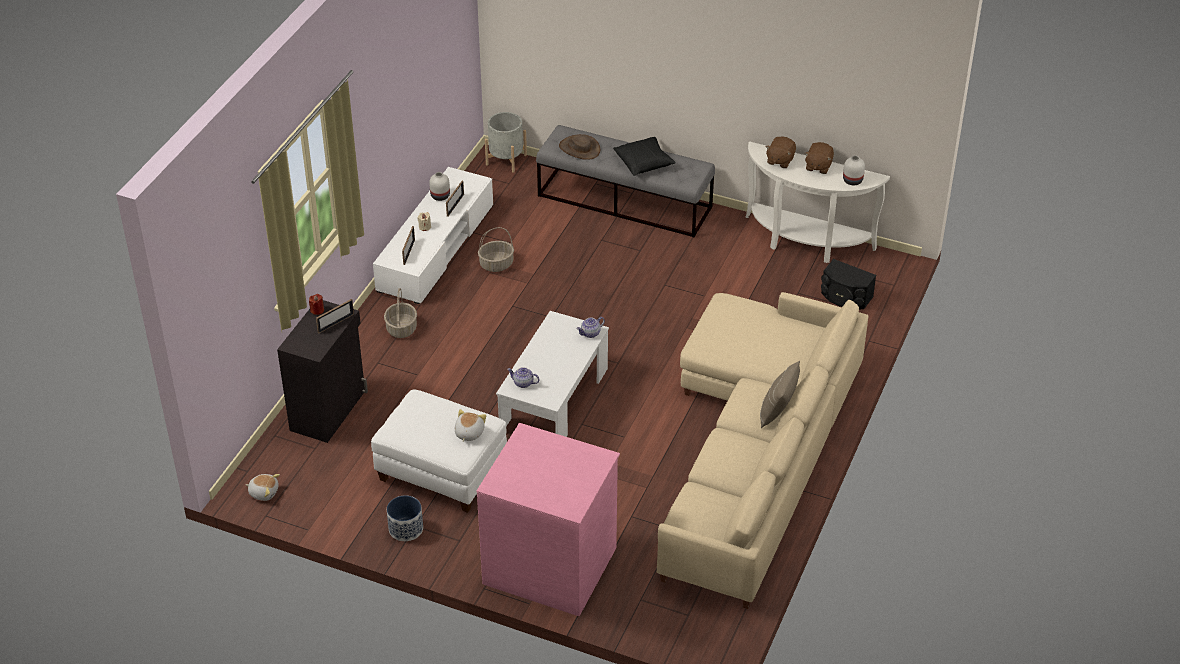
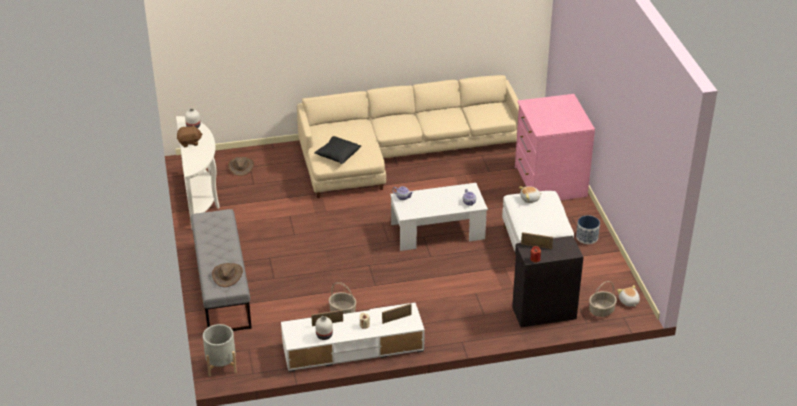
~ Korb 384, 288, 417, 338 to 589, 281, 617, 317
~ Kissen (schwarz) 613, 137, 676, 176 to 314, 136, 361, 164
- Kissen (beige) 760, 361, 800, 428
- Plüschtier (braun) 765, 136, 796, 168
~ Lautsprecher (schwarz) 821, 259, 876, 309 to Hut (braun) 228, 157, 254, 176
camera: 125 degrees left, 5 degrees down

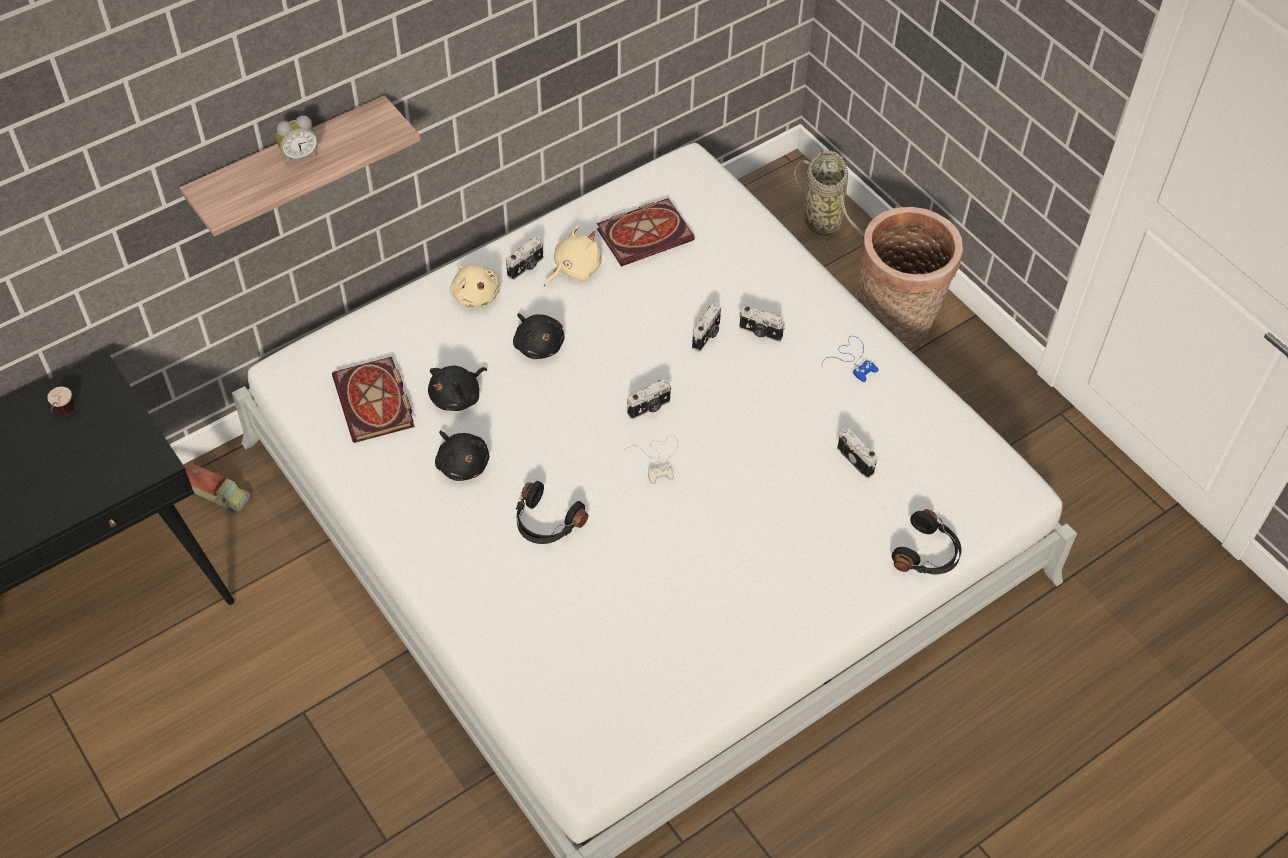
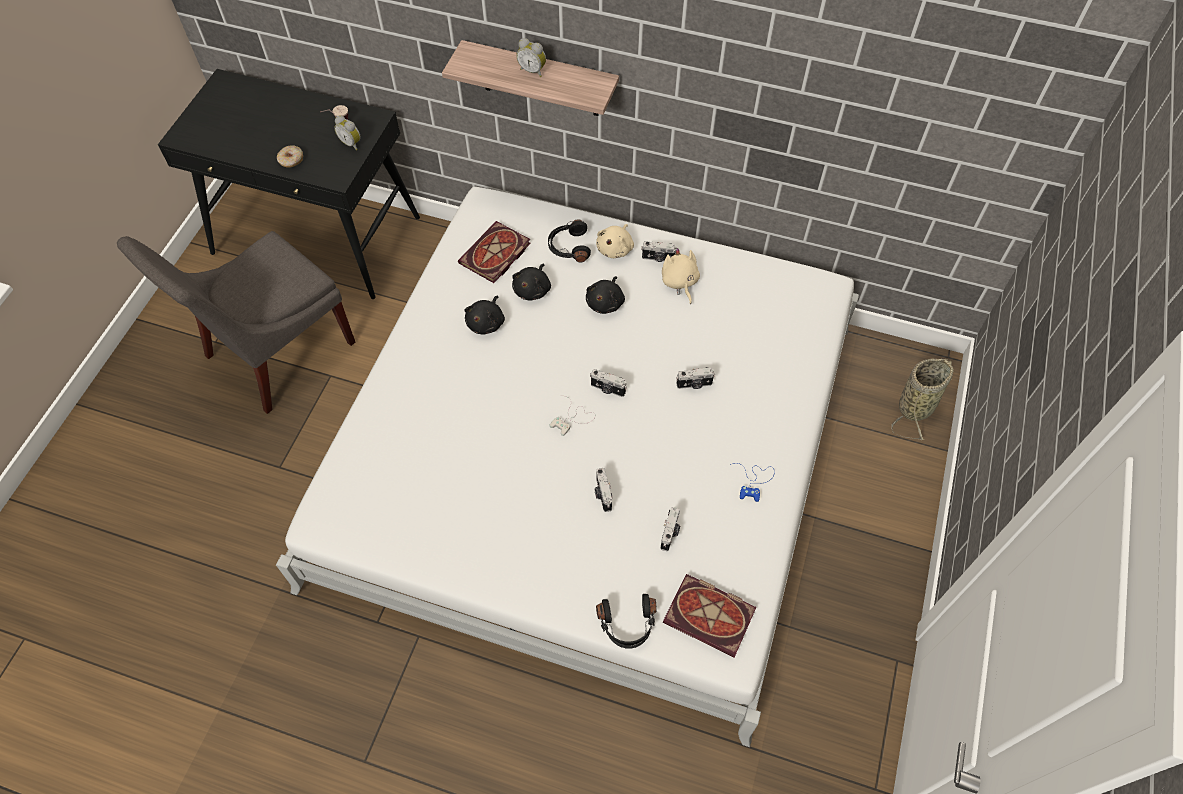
- Spielzeuglaster 187, 464, 251, 513
~ Plüschtier (schwarz) 428, 366, 487, 411 = 512, 264, 551, 301 75 degrees counterclockwise
~ Kopfhörer (schwarz) 516, 481, 588, 544 to 548, 219, 591, 262
~ Plüschtier (beige) 544, 225, 602, 286 = 662, 248, 700, 304 120 degrees counterclockwise
~ Buch 597, 198, 695, 267 to 663, 574, 756, 657
~ Kamera 739, 306, 785, 342 to 595, 468, 613, 512
- Korb 858, 207, 963, 352
+ Stuhl (grau) 117, 231, 355, 414
+ Donut 277, 146, 303, 168
+ Wecker 334, 115, 361, 150
camera: 55 degrees right, 5 degrees up

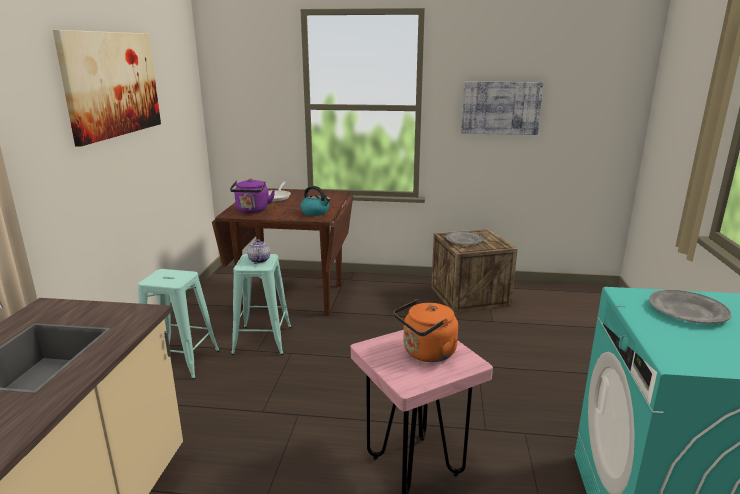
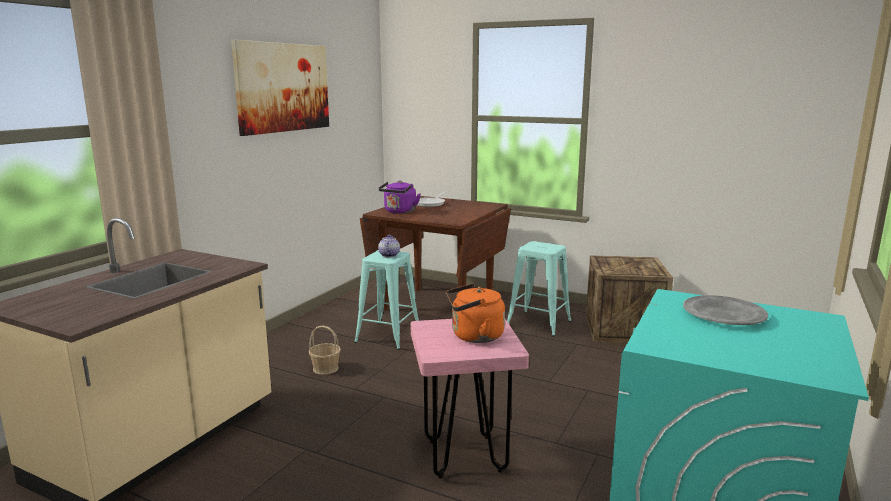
~ Hocker (türkis) 138, 269, 220, 379 to 507, 241, 571, 336
- Wasserkessel 301, 186, 331, 216
- Teller (grau) 446, 232, 483, 245
- Bild 461, 82, 543, 135
+ Korb 309, 326, 341, 375
camera: 20 degrees right, 5 degrees down

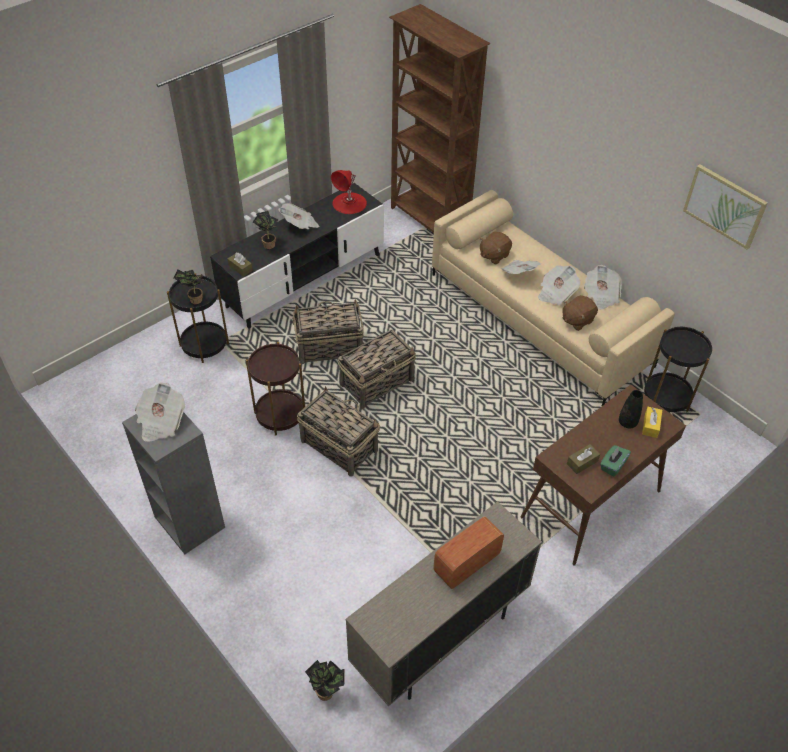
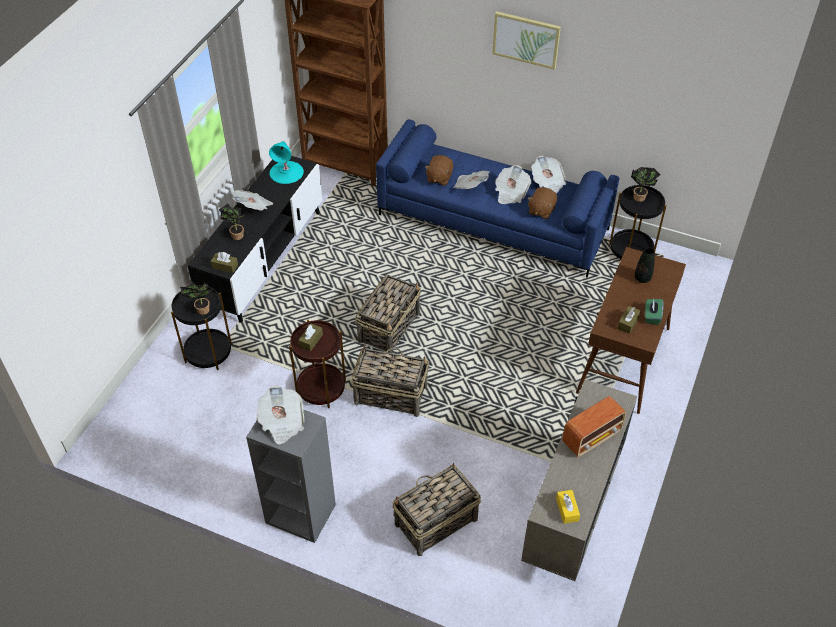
~ Korb 292, 299, 364, 364 to 392, 463, 481, 556
~ Topfpflanze 305, 660, 345, 701 to 631, 167, 660, 202
~ Tischlampe (rot) 331, 170, 367, 214 to Tischlampe (türkis) 269, 141, 304, 184
~ Sofa (beige) 432, 190, 675, 406 to Sofa (blau) 376, 119, 619, 278
~ Radio 433, 517, 504, 589 = 562, 396, 626, 457 150 degrees counterclockwise
~ Taschentuchbox (gelb) 642, 407, 662, 438 to 556, 490, 580, 524
~ Bild 683, 164, 768, 250 to 492, 11, 561, 70
+ Taschentuchbox (braun) 298, 324, 323, 351
camera: 25 degrees left, 0 degrees up

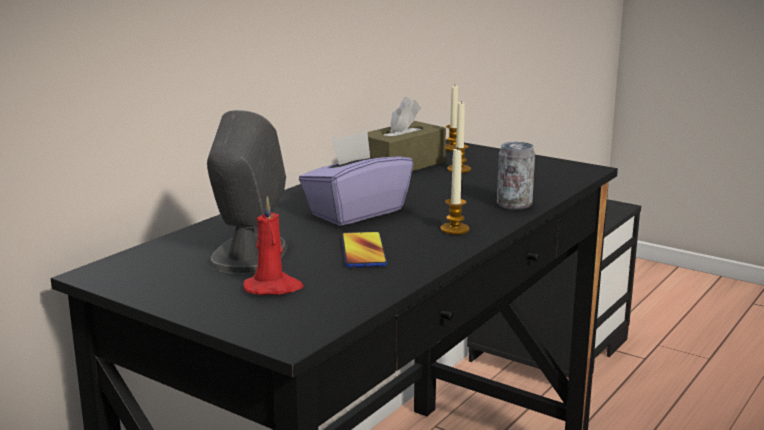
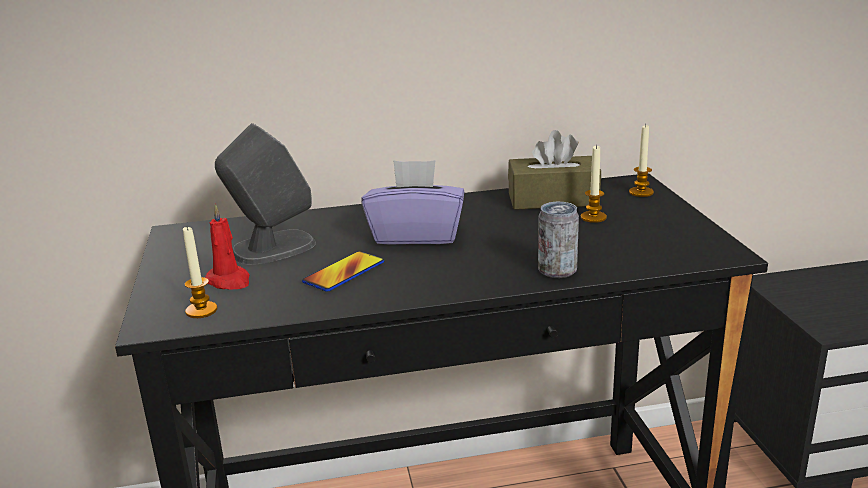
~ Kerze 441, 147, 469, 235 to 183, 227, 217, 318
camera: 45 degrees right, 5 degrees up

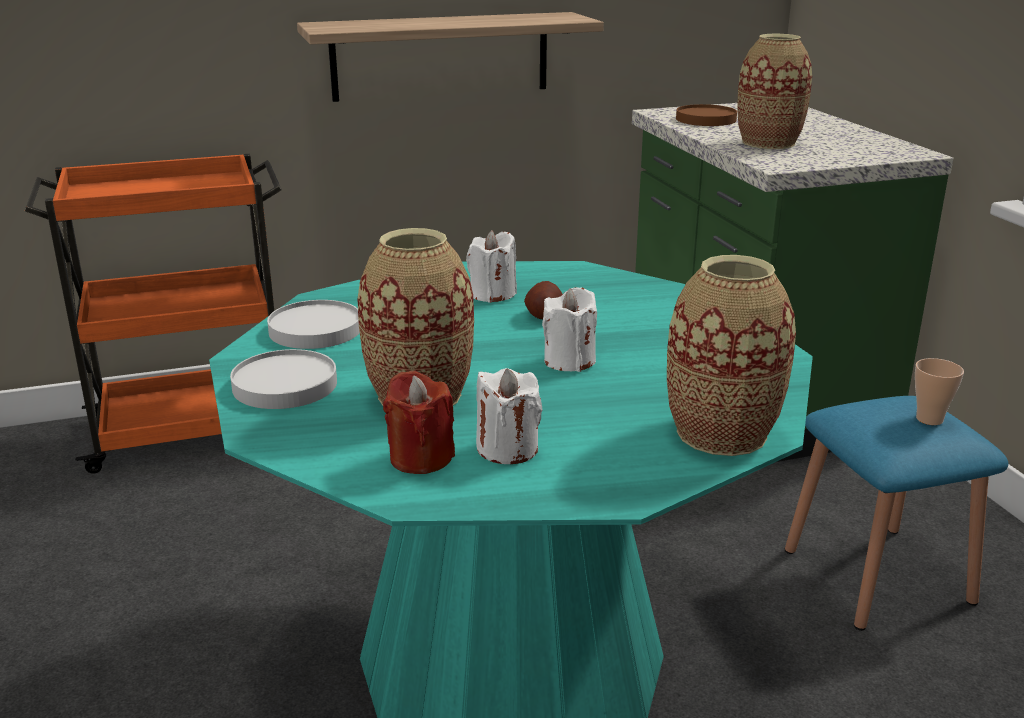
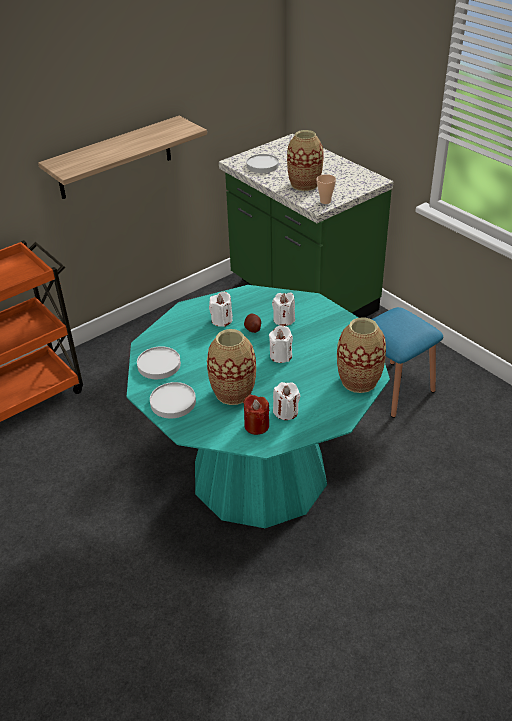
~ Teller (braun) 676, 104, 737, 126 to Teller (weiß) 246, 154, 279, 173
~ Tasse 915, 358, 964, 425 to 317, 174, 336, 204
+ Kerze (weiß) 272, 292, 295, 326
camera: 20 degrees left, 15 degrees up

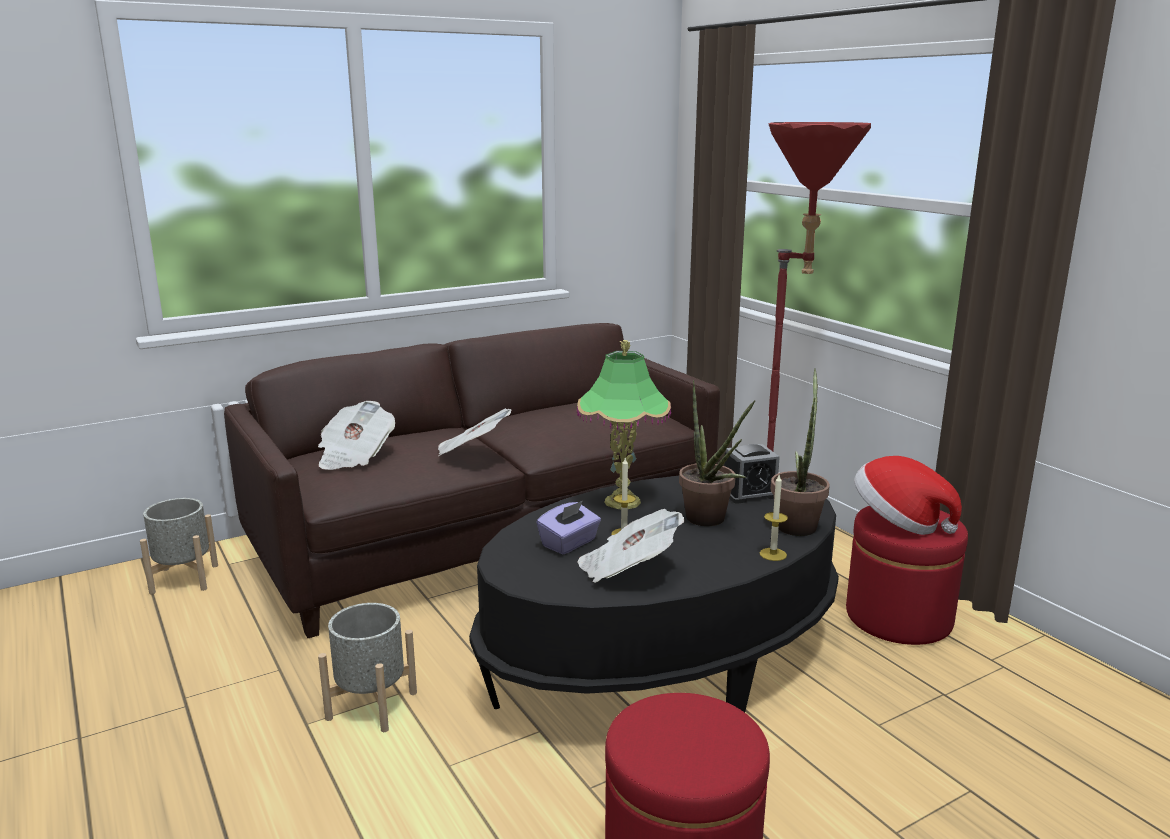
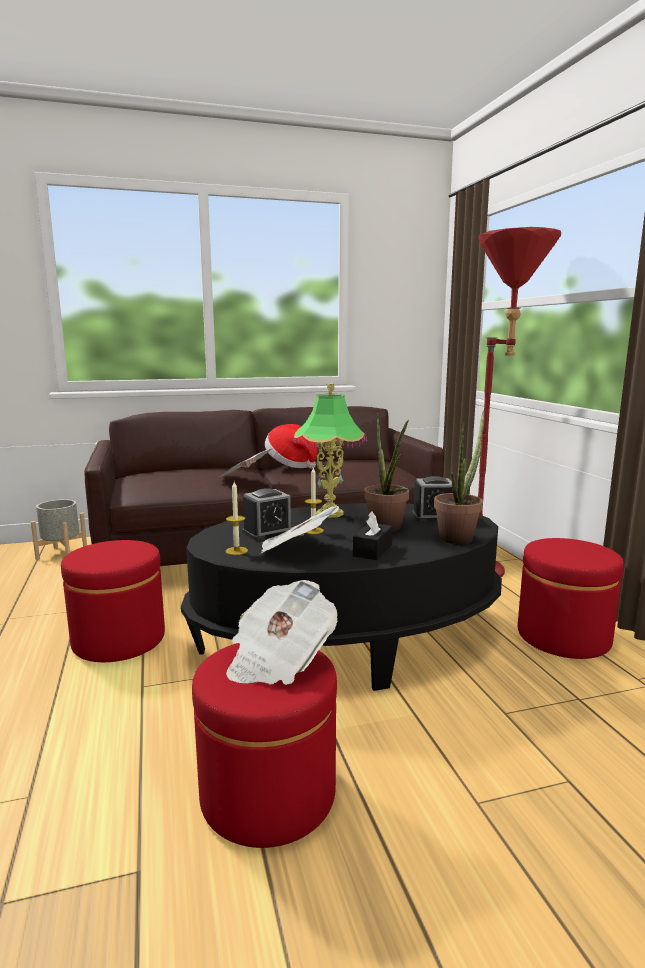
~ Zeitung 318, 401, 395, 470 to 226, 580, 338, 685
~ Pflanzkübel (grau) 318, 603, 417, 732 to Polsterhocker (rot) 61, 540, 165, 662
~ Taschentuchbox (lila) 536, 501, 601, 554 to Wecker 242, 488, 291, 540
~ Kerze 760, 475, 788, 561 to 226, 482, 248, 555
~ Hut 855, 456, 962, 535 to 265, 424, 317, 469
+ Taschentuchbox (schwarz) 353, 511, 393, 560
camera: 15 degrees right, 5 degrees down

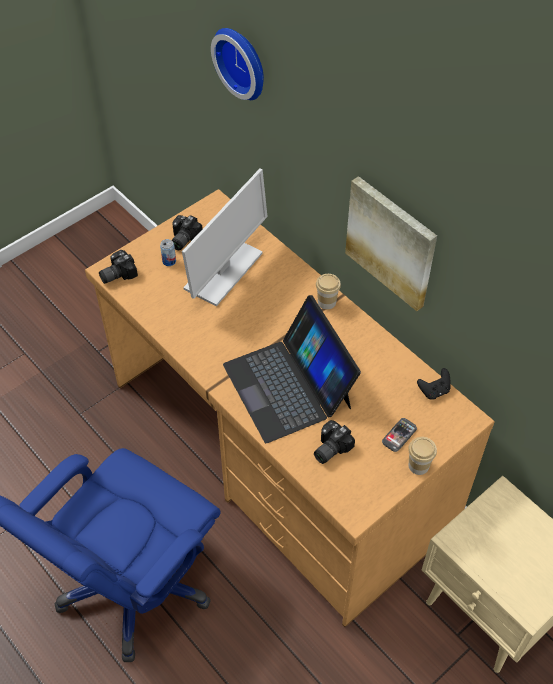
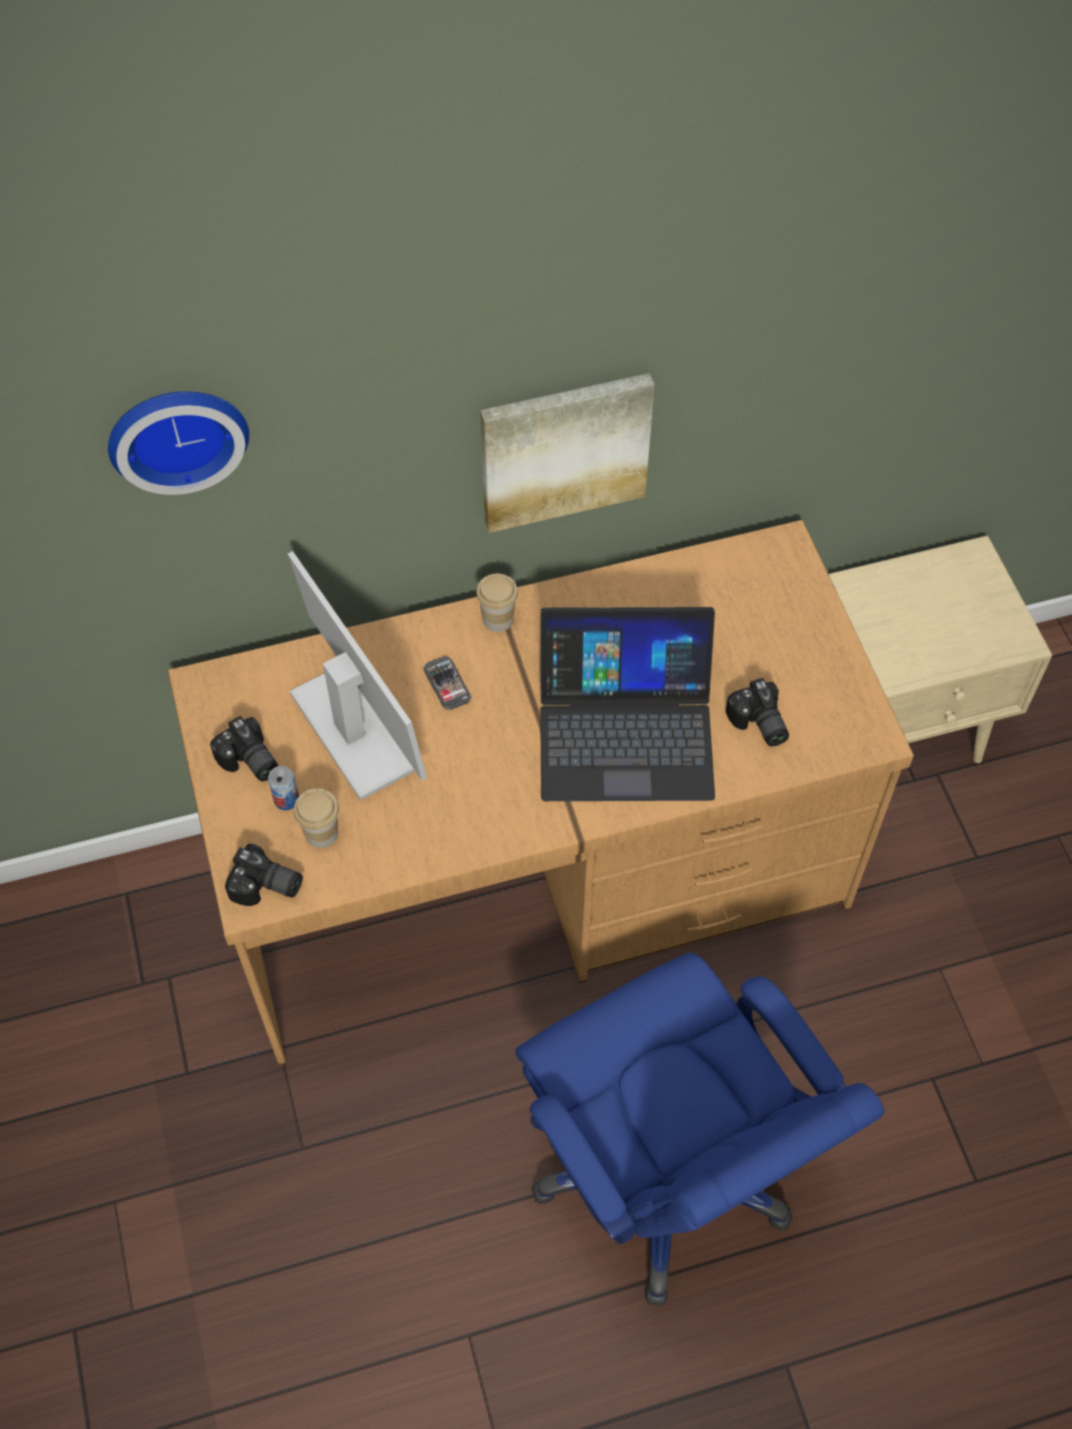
~ Kamera 99, 250, 138, 284 = 225, 844, 303, 906 60 degrees counterclockwise
~ Handy 382, 418, 417, 452 to 423, 656, 471, 710
~ Tasse 408, 437, 437, 475 to 294, 788, 339, 848
- Gamepad (schwarz) 417, 368, 451, 400
camera: 65 degrees left, 5 degrees up

